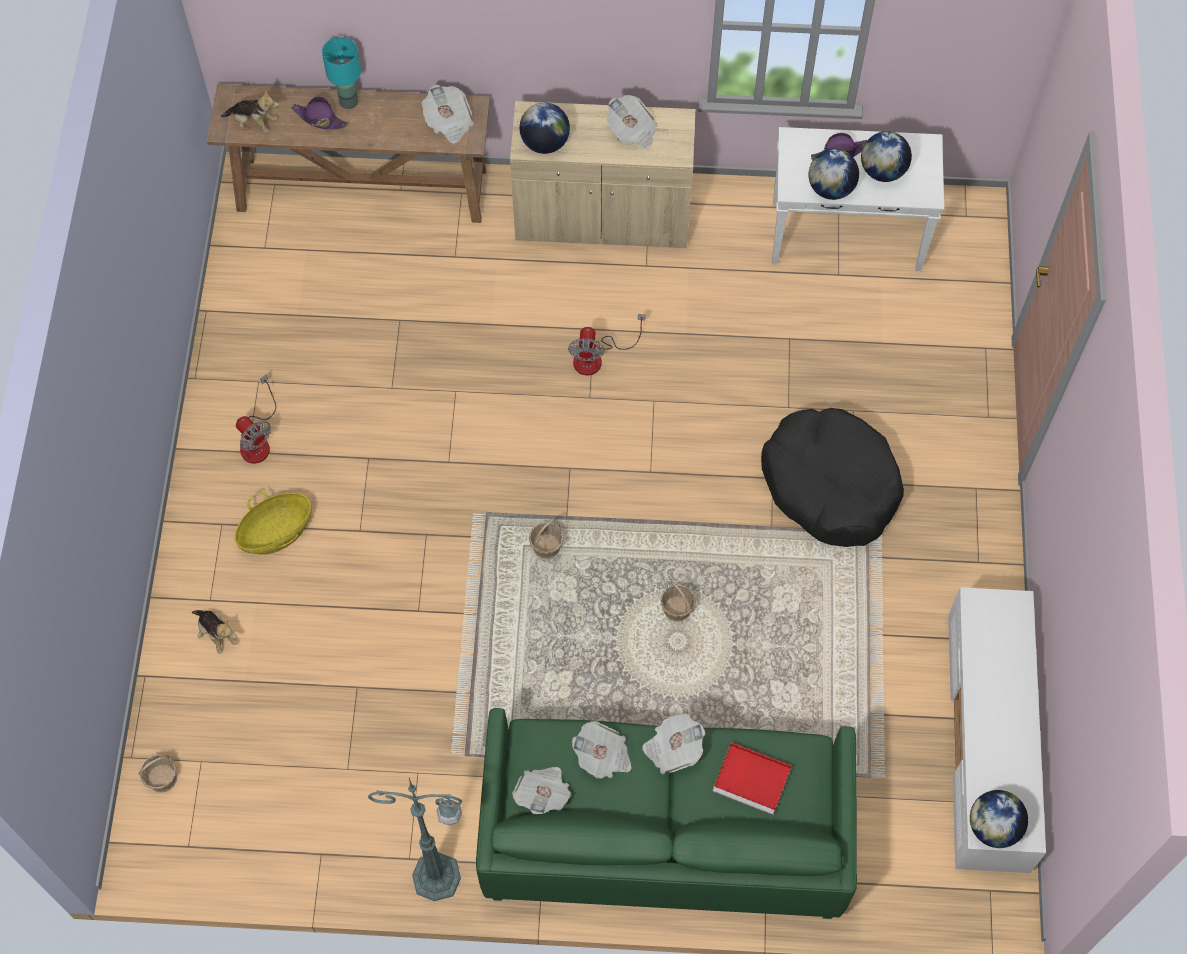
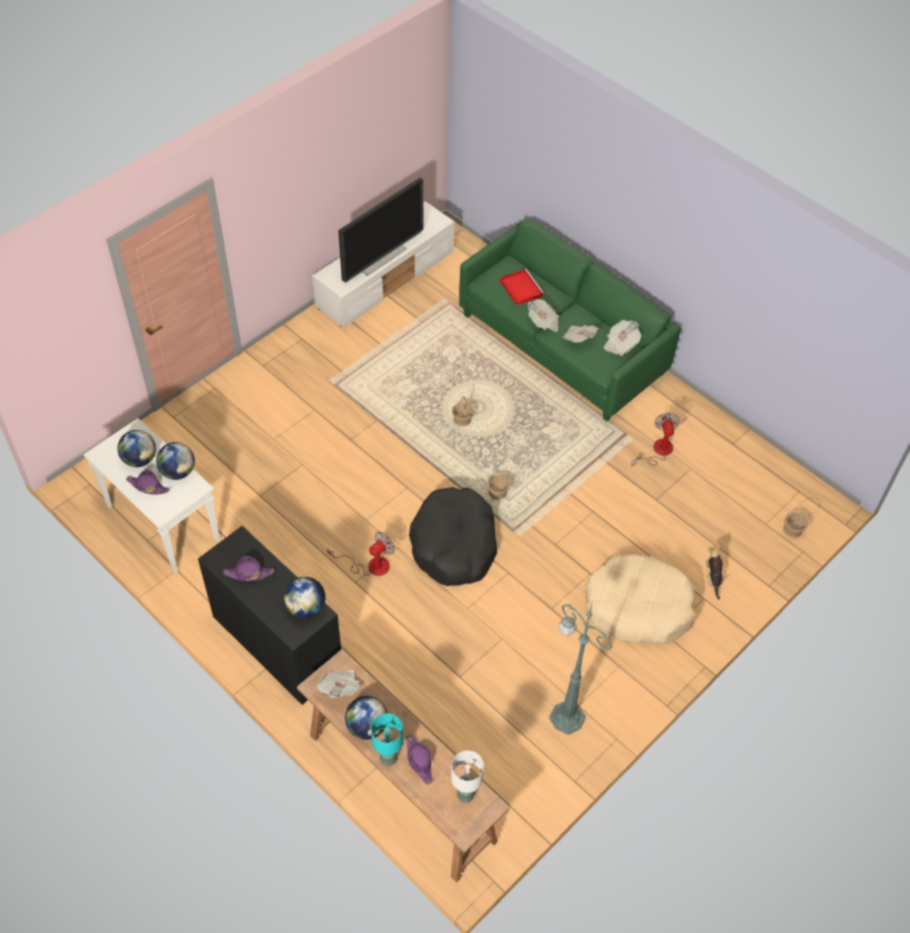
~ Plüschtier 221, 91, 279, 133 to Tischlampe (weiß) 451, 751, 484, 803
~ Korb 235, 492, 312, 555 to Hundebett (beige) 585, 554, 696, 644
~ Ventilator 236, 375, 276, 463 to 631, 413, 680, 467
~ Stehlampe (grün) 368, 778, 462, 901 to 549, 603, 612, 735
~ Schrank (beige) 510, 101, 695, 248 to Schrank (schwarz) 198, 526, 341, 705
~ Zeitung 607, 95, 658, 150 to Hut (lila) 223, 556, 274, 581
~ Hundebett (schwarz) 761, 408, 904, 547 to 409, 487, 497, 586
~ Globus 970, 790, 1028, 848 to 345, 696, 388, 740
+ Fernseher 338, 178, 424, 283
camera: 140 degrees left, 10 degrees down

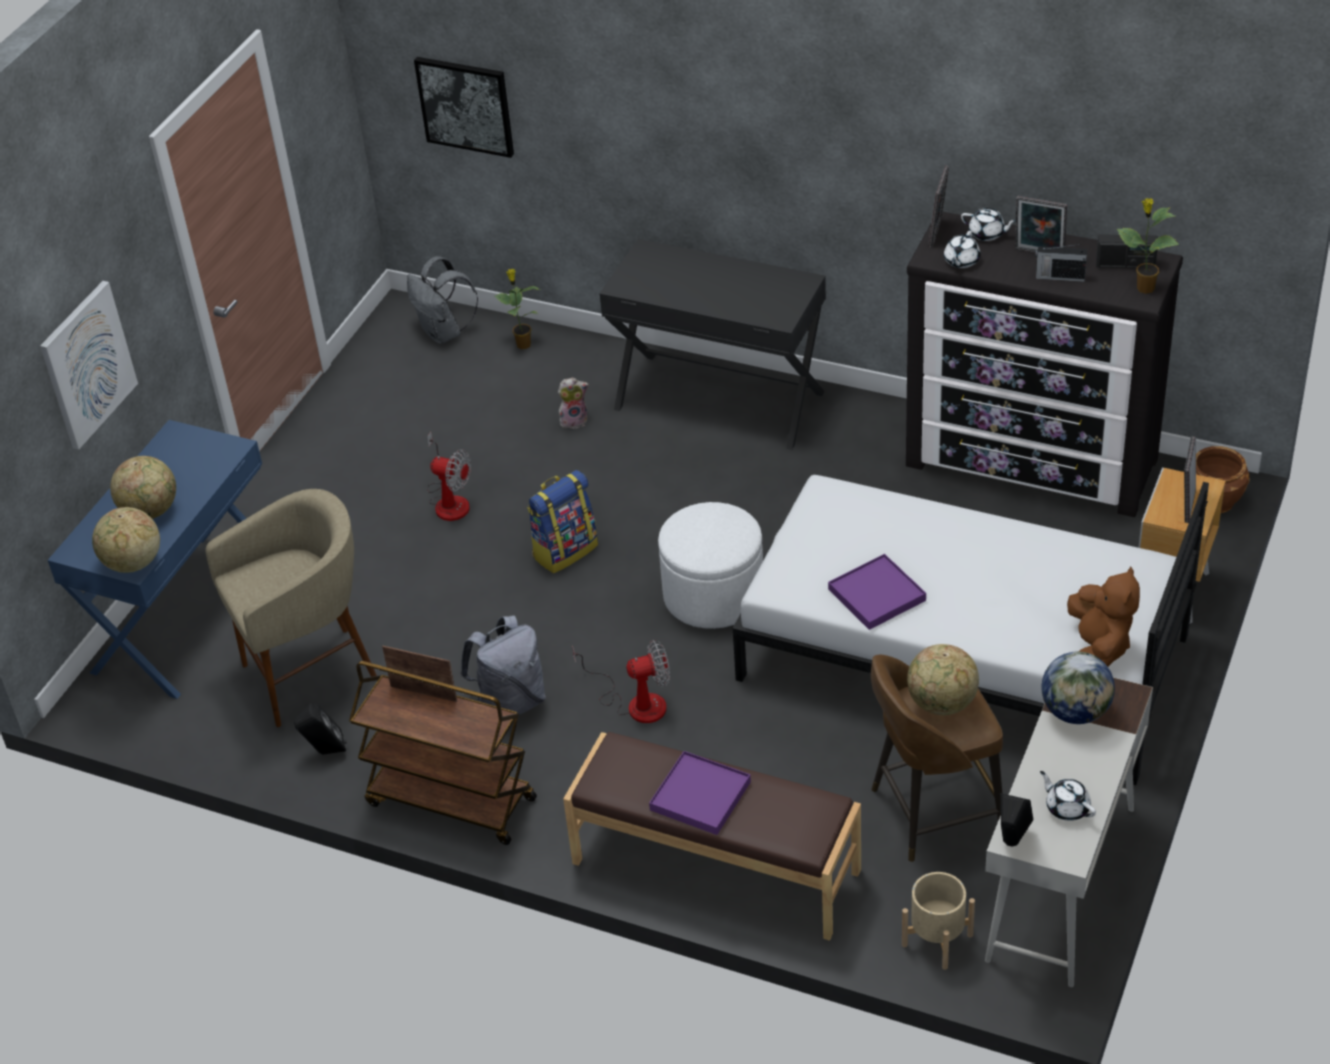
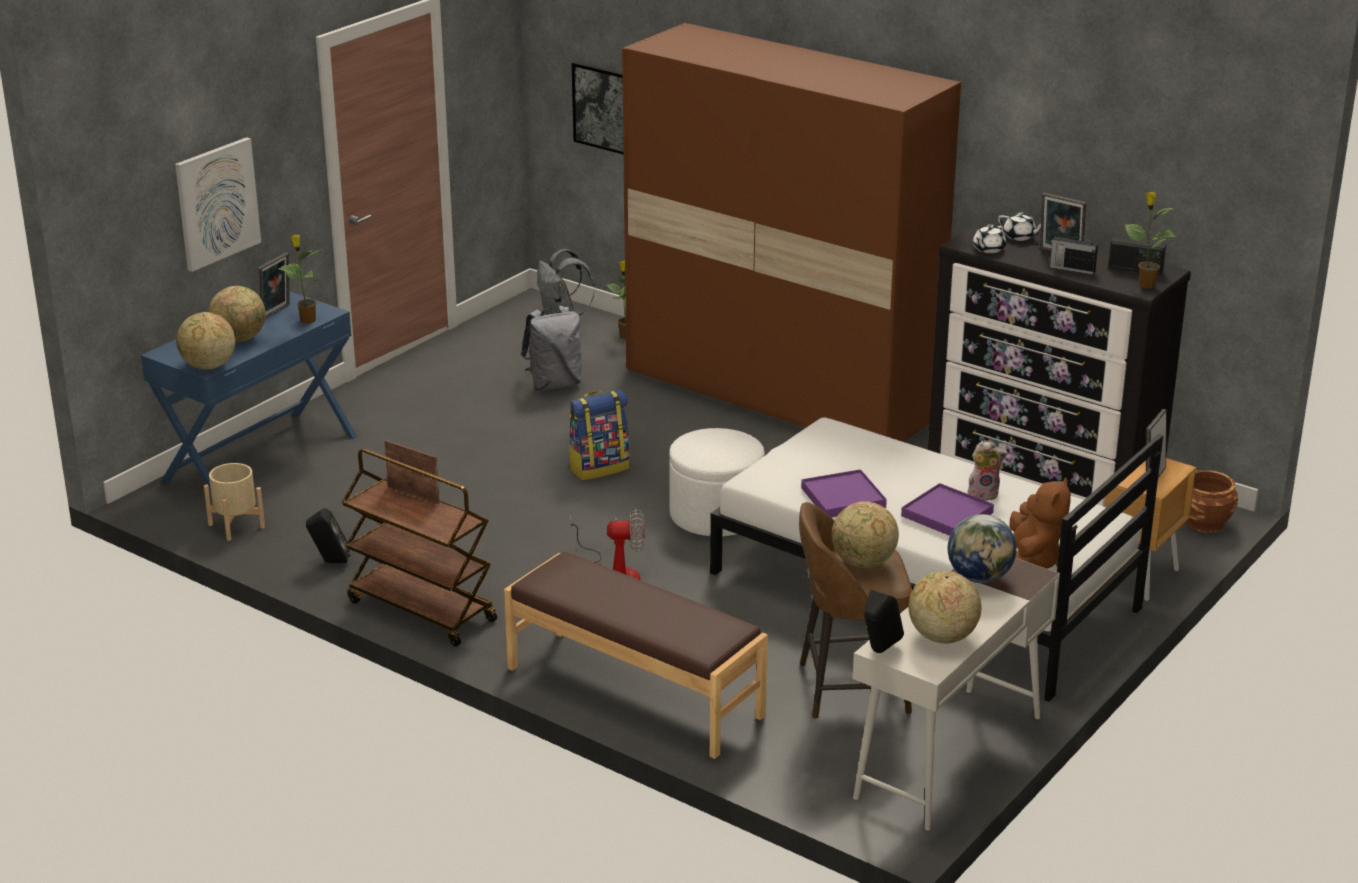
- Hocker (beige) 205, 489, 377, 727
- Ventilator 427, 432, 471, 521
~ Rucksack (grau) 460, 615, 546, 715 to 521, 306, 582, 390
~ Plüschtier 558, 378, 589, 429 to 967, 441, 1007, 501
~ Schreibtisch (schwarz) 599, 239, 826, 450 to Kleiderschrank (braun) 622, 23, 961, 442
~ Tablett (lila) 649, 751, 751, 835 to 901, 483, 994, 536
~ Pflanzkübel (beige) 902, 872, 975, 970 to 204, 463, 265, 541
~ Bilderrahmen 928, 165, 949, 248 to 258, 253, 290, 319
~ Teekanne (weiß) 1040, 771, 1096, 821 to Globus 909, 571, 981, 643
+ Topfpflanze 279, 235, 326, 324
camera: 10 degrees right, 15 degrees down

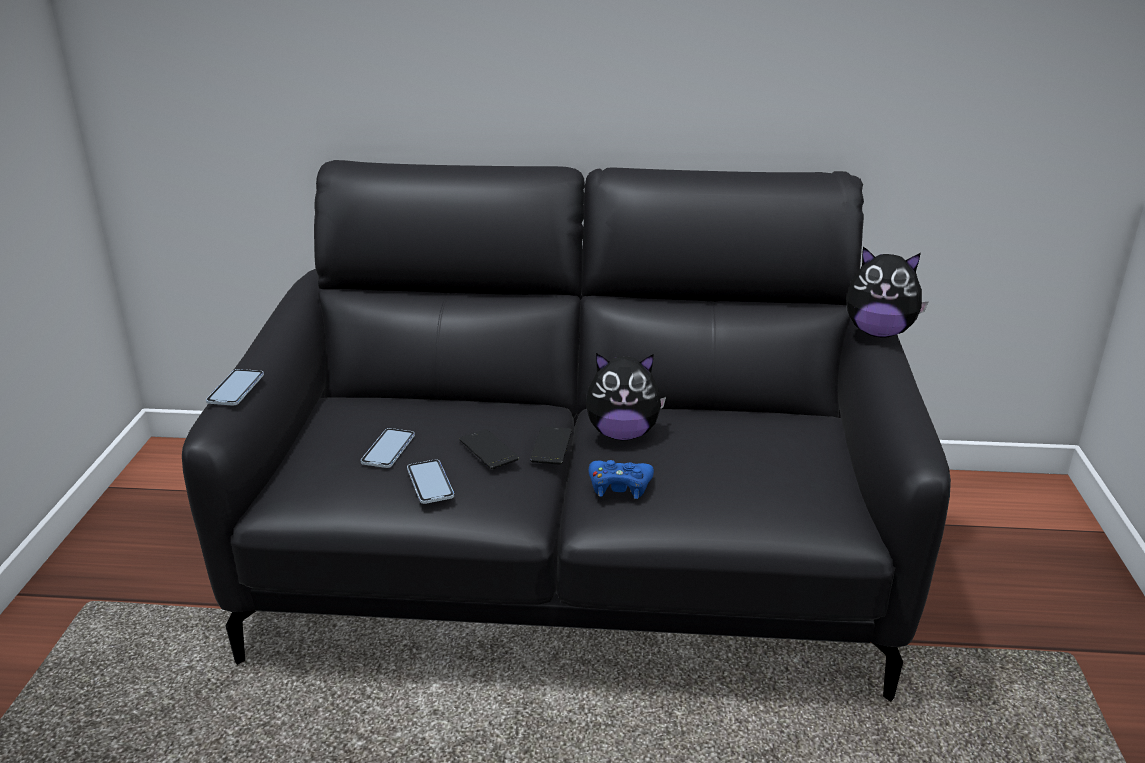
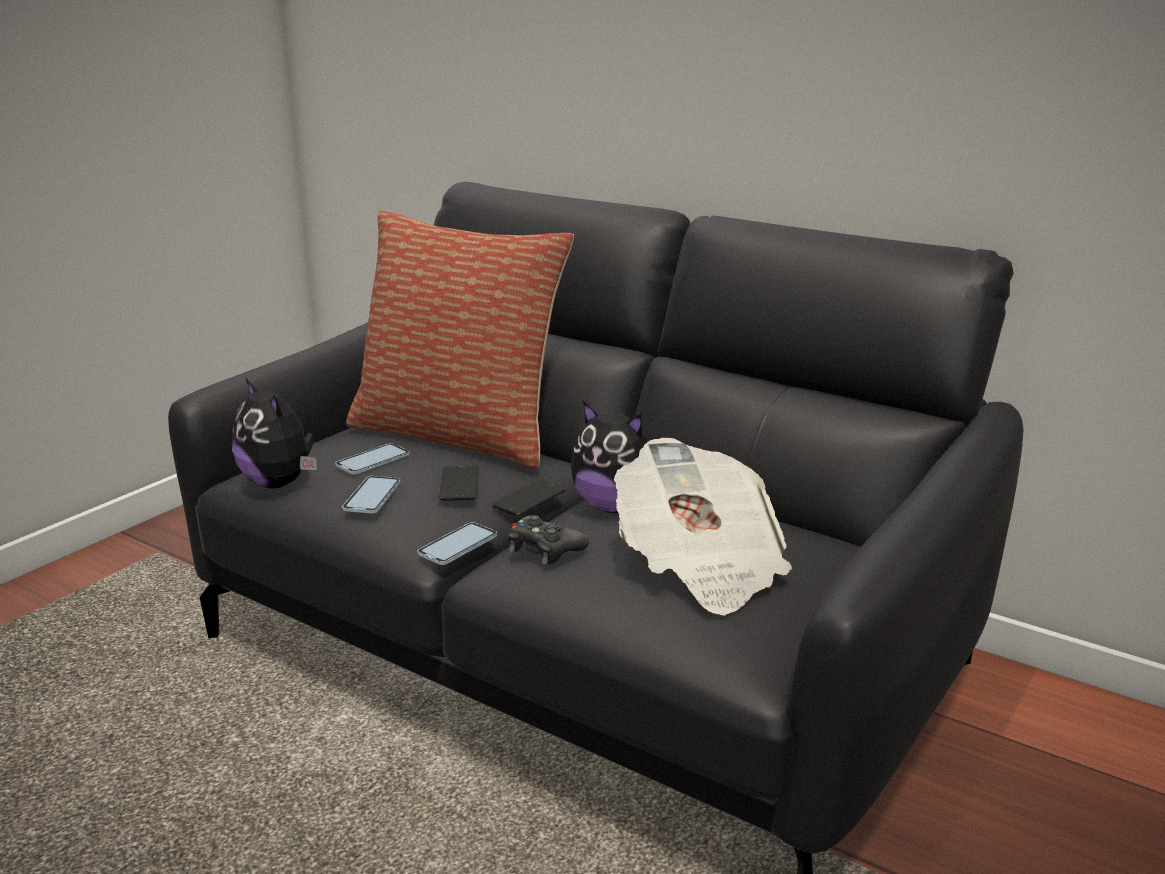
~ Handy 206, 369, 264, 405 to 417, 522, 497, 565
~ Gamepad (blau) 589, 460, 654, 499 to Gamepad (schwarz) 508, 515, 589, 565
~ Plüschtier 846, 246, 928, 338 to 232, 379, 317, 488
+ Kissen 346, 210, 574, 468
+ Zeitung 614, 438, 792, 616
camera: 30 degrees right, 5 degrees down

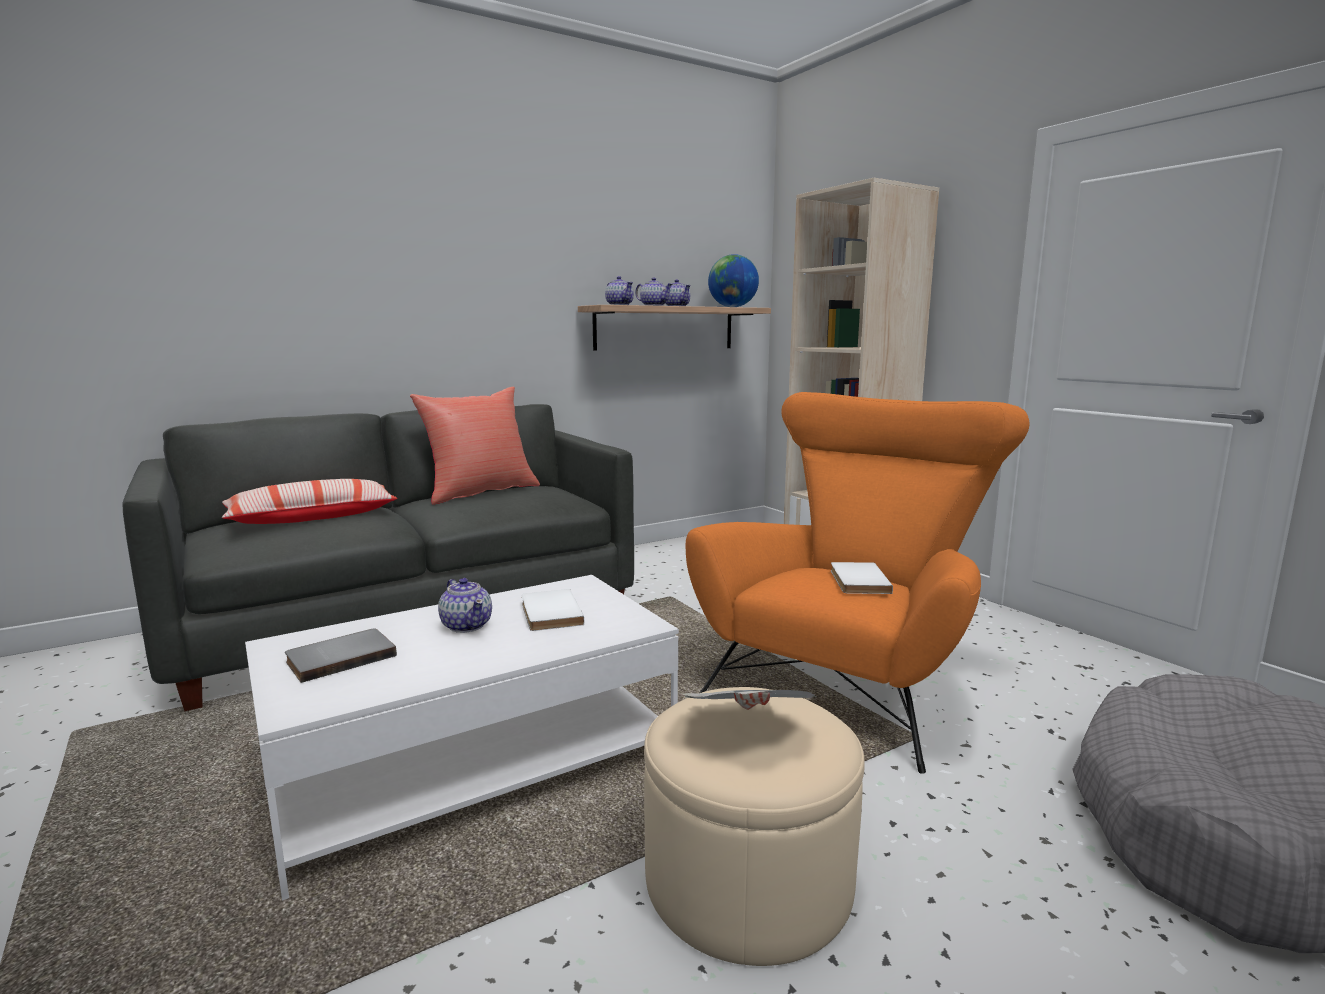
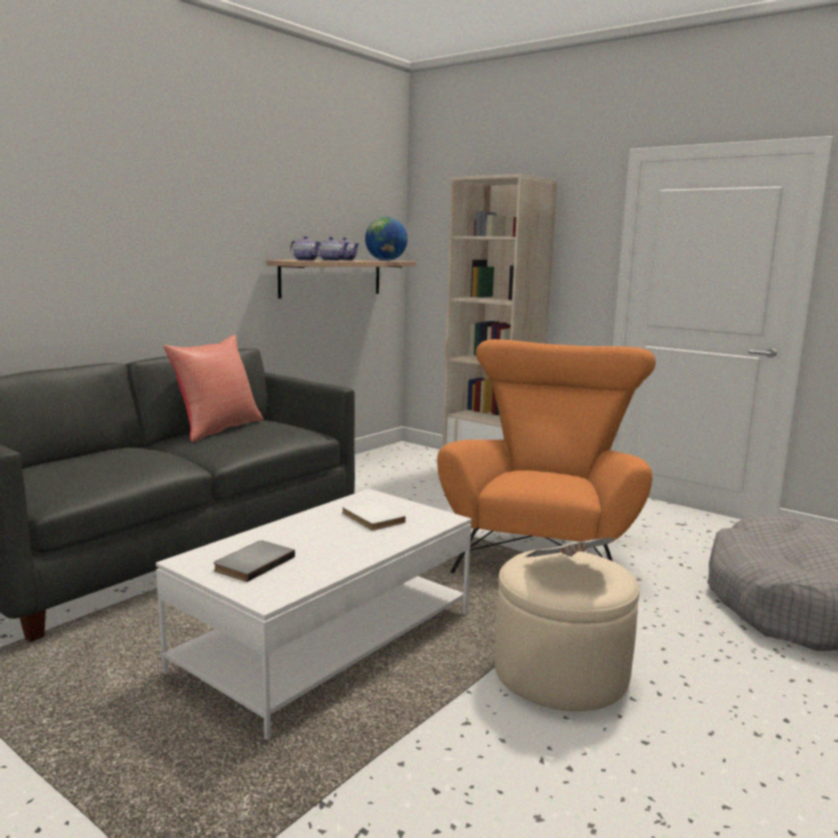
- Kissen 222, 479, 397, 524
- Teekanne 438, 578, 492, 633
- Buch (weiß) 831, 562, 893, 594
camera: 20 degrees left, 0 degrees up

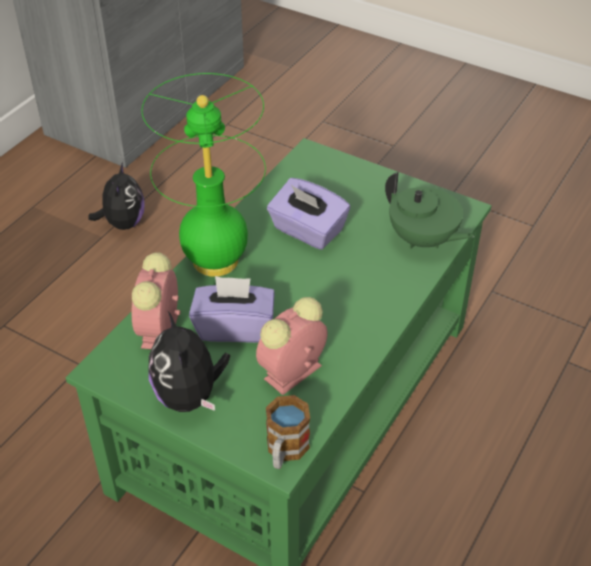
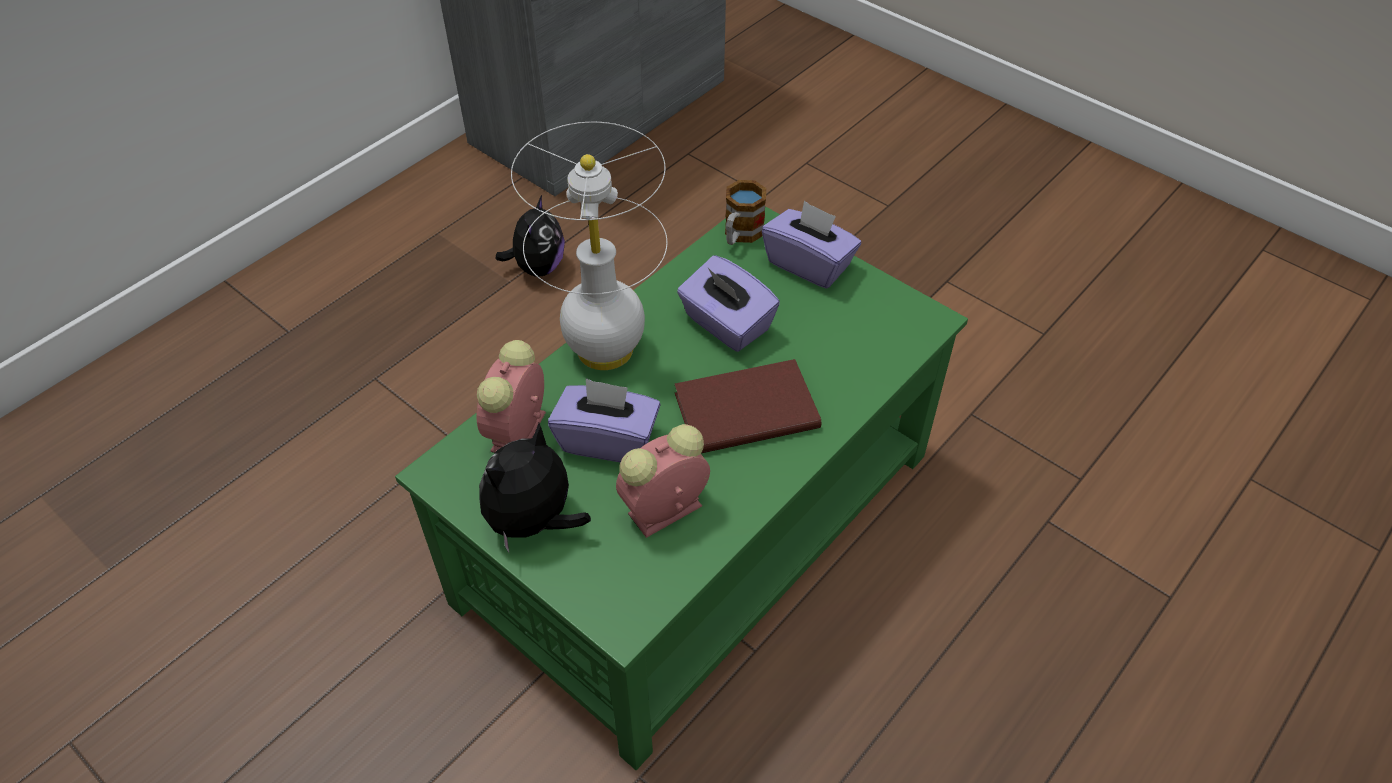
~ Tischlampe (grün) 142, 73, 266, 277 to Tischlampe (weiß) 511, 122, 668, 370
~ Plüschtier 149, 312, 230, 412 = 479, 423, 591, 554 45 degrees clockwise
~ Henkelbecher 266, 395, 310, 469 to 725, 180, 766, 245
- Teekanne (grün) 385, 172, 474, 249
+ Buch (braun) 675, 359, 821, 453
+ Taschentuchbox (lila) 762, 200, 861, 289
camera: 10 degrees right, 5 degrees up

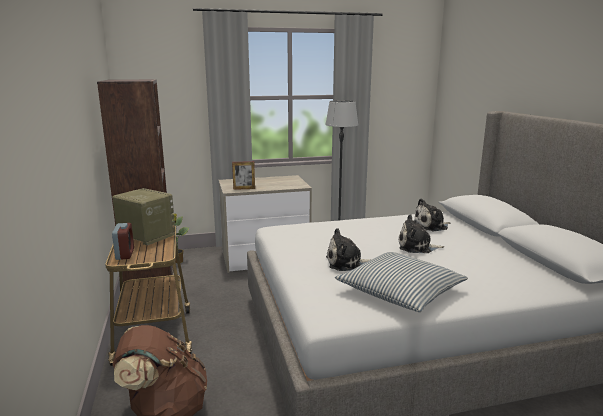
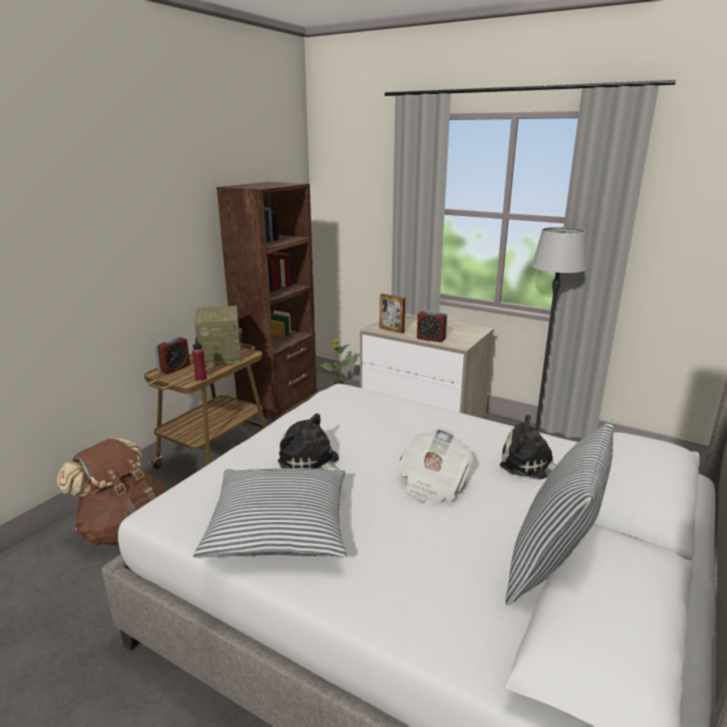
~ Plüschtier 398, 214, 444, 253 to Zeitung 400, 428, 473, 502
+ Flasche (rot) 192, 338, 207, 381
+ Wecker 417, 310, 447, 342
+ Kissen 506, 420, 614, 605
camera: 45 degrees right, 5 degrees up

